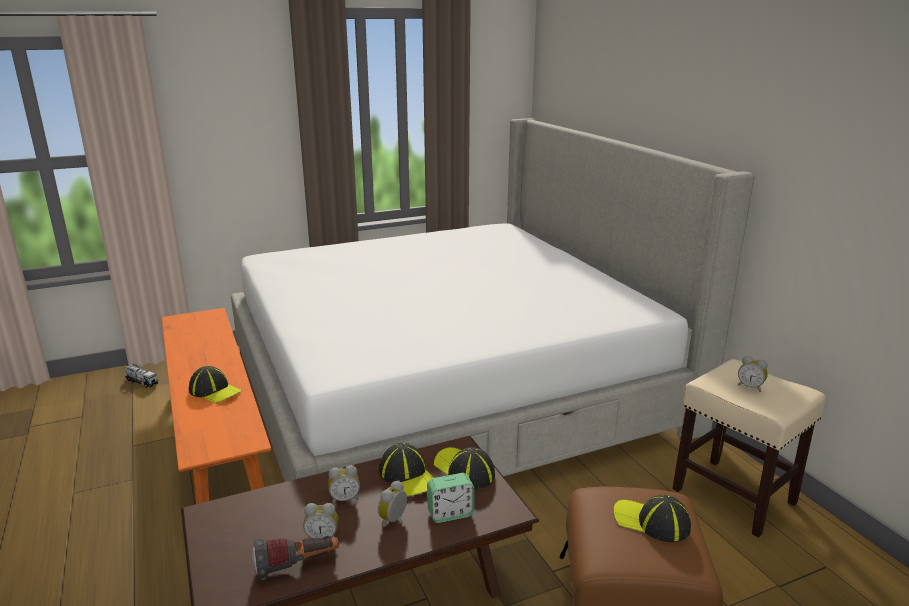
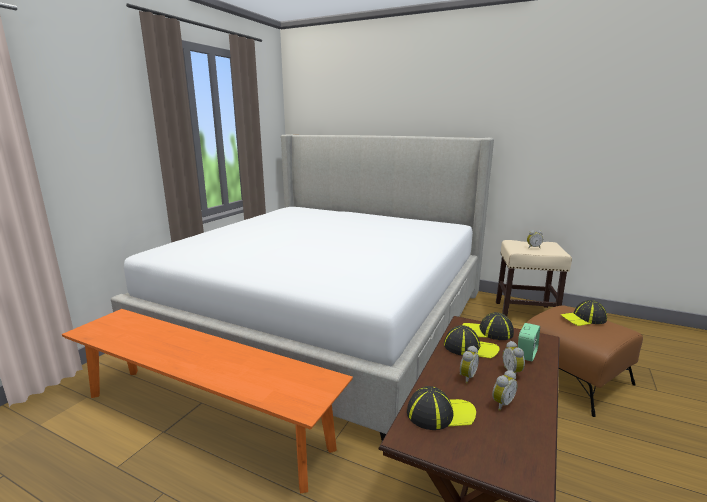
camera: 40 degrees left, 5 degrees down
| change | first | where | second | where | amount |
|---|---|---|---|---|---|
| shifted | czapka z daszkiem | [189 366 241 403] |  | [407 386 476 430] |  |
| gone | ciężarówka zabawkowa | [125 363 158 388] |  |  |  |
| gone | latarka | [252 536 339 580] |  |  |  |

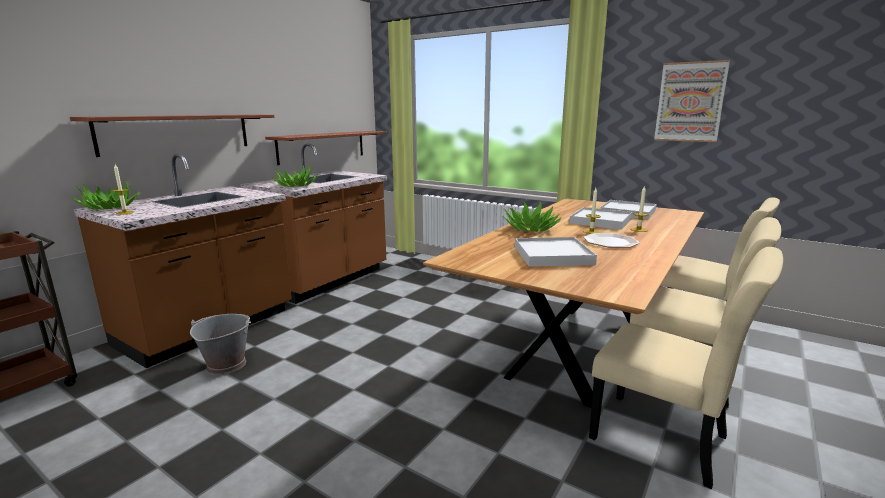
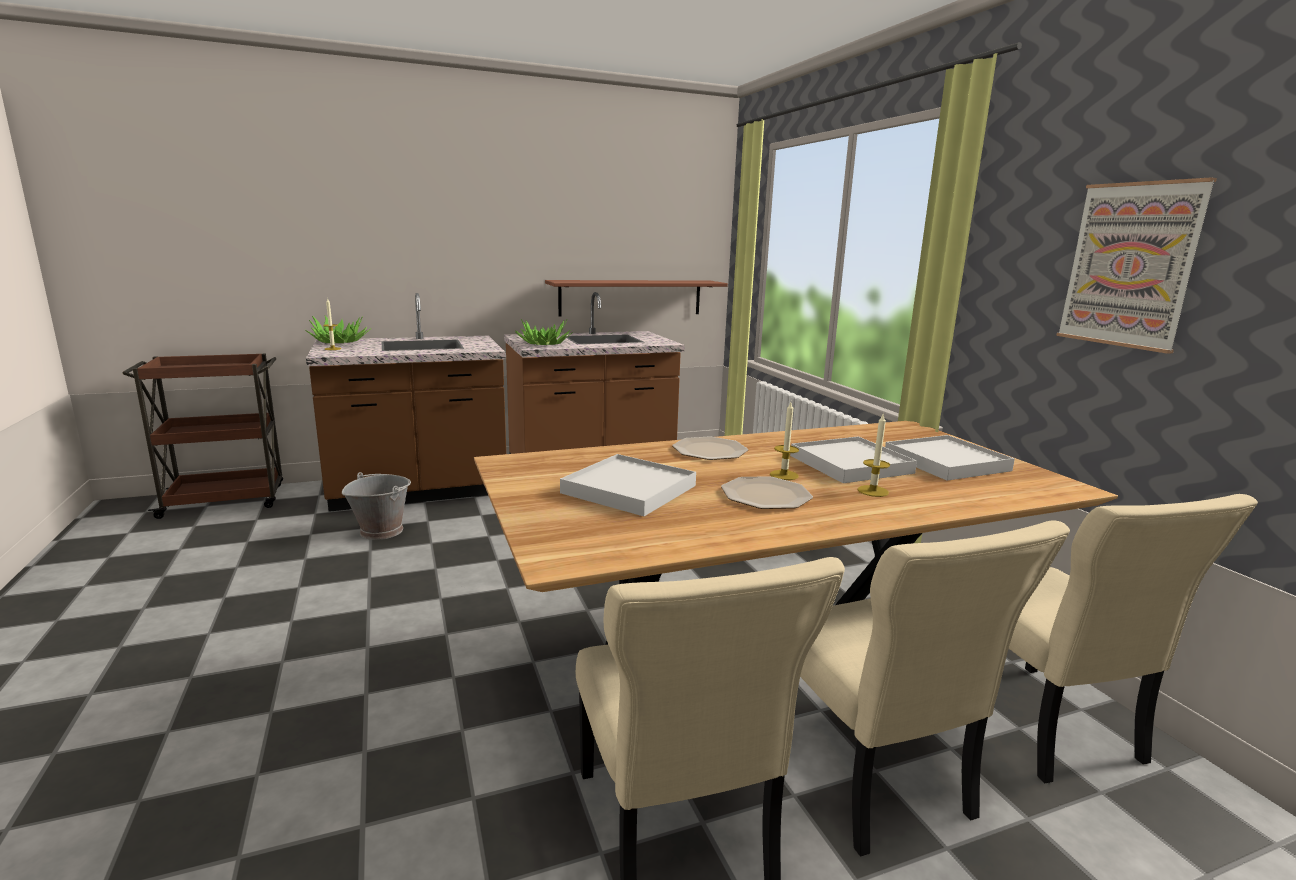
camera: 35 degrees right, 0 degrees up
| change | first | where | second | where | amount |
|---|---|---|---|---|---|
| swapped | roślina doniczkowa | [502 201 562 232] | talerz | [672 437 748 460] |  |
| gone | półka | [70 115 274 157] |  |  |  |

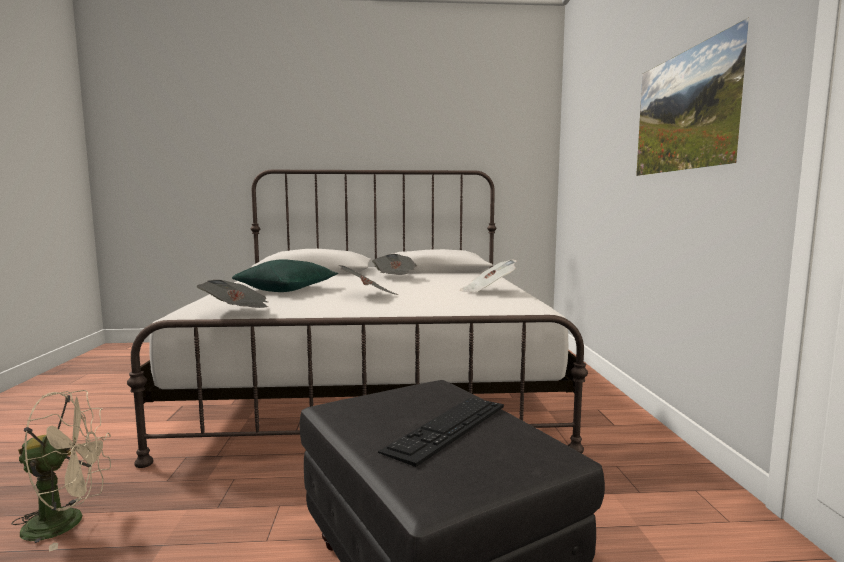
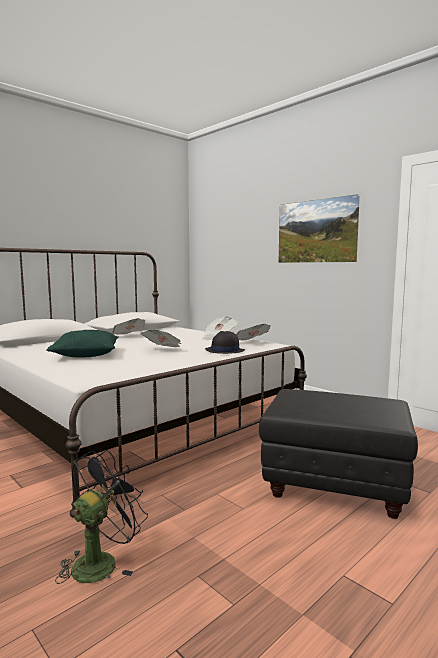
camera: 40 degrees left, 0 degrees up
| change | first | where | second | where | amount |
|---|---|---|---|---|---|
| repainted | wentylator/beżowy | [11 390 111 552] | wentylator/czarny | [55 450 148 584] |  |
| new |  |  | kapelusz/czarny | [205 331 245 354] |  |
| shifted | gazeta | [197 280 269 308] |  | [236 324 271 340] |  |
| gone | klawiatura | [378 398 504 467] |  |  |  |

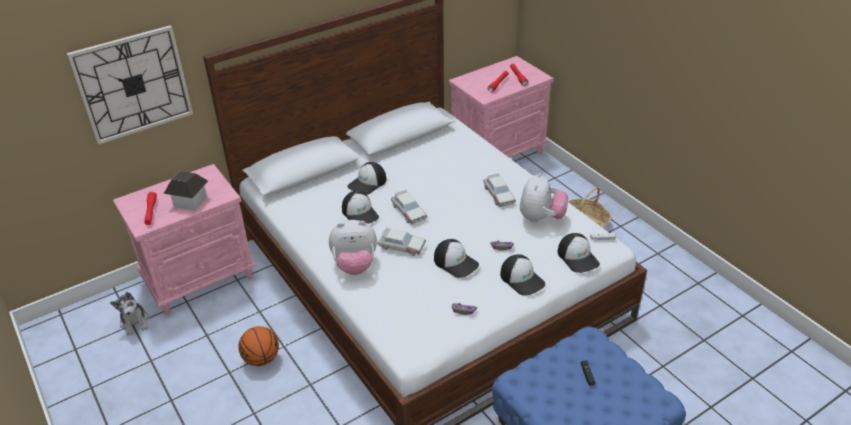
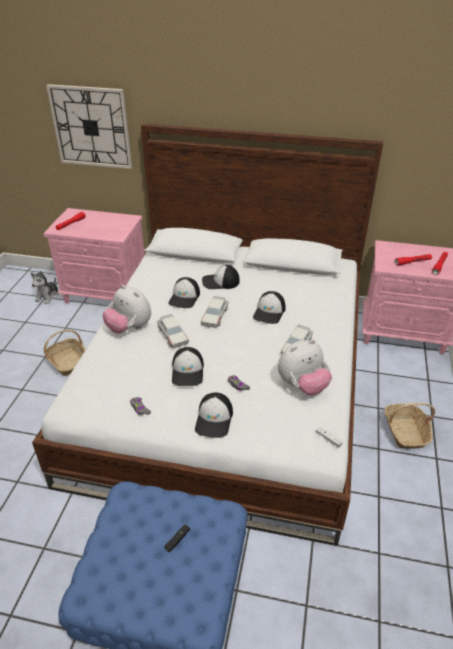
camera: 45 degrees right, 0 degrees up
| change | first | where | second | where | amount |
|---|---|---|---|---|---|
| swapped | piłka do koszykówki | [239 326 279 366] | koszyk | [44 330 86 376] |  |
| shifted | czapka z daszkiem | [558 233 600 273] |  | [253 291 285 324] |  |
| gone | domek | [164 171 208 211] |  |  |  |

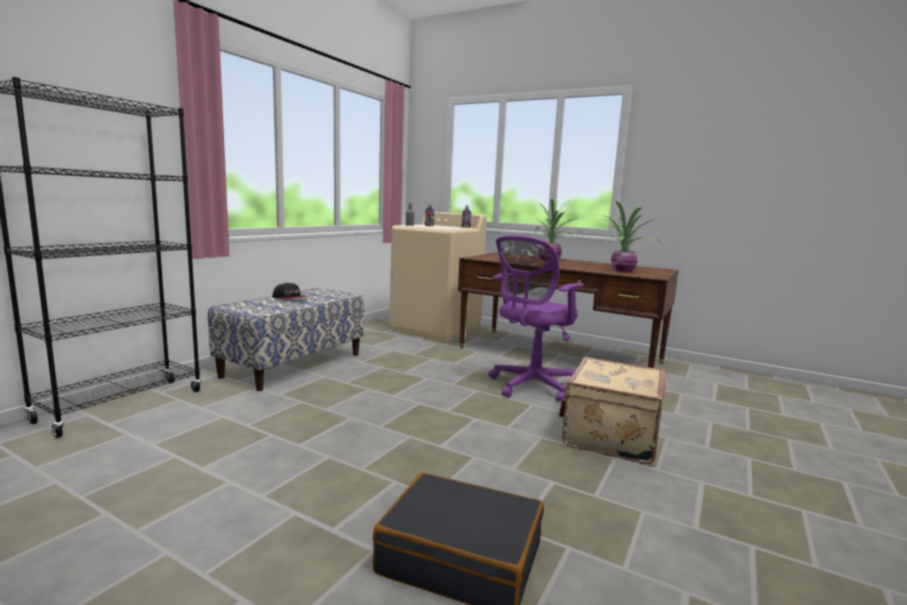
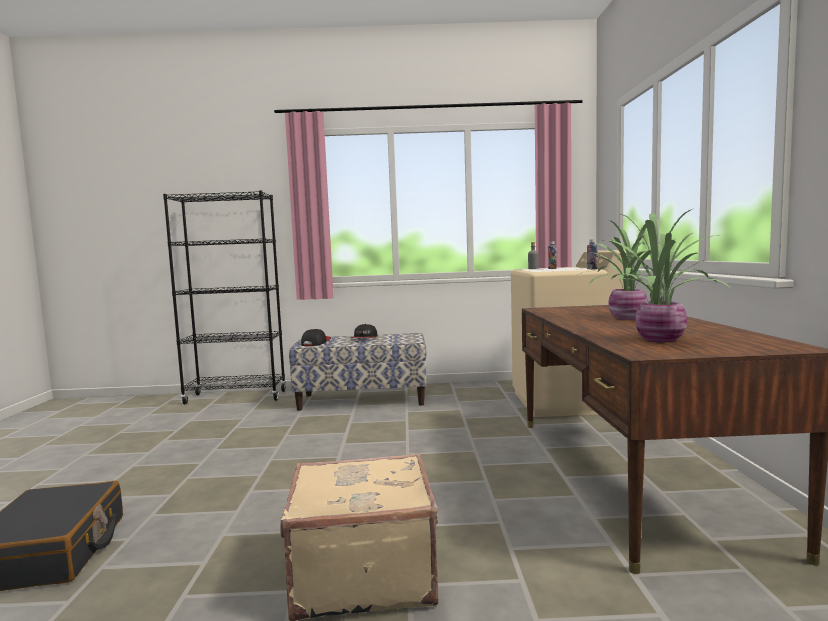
camera: 60 degrees right, 5 degrees down
| change | first | where | second | where | amount |
|---|---|---|---|---|---|
| new |  |  | czapka z daszkiem | [301 329 331 346] |  |
| gone | krzesło biurowe/fioletowy | [488 236 584 402] |  |  |  |

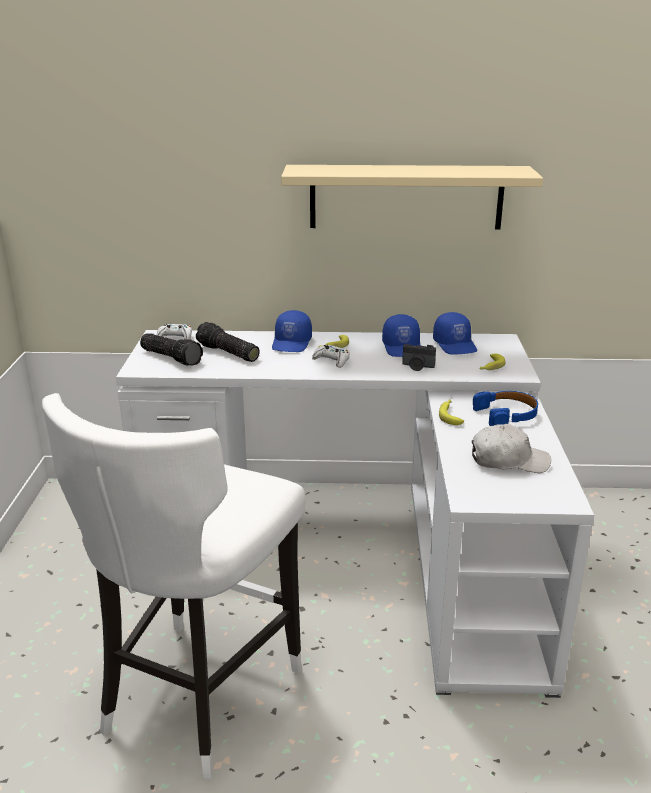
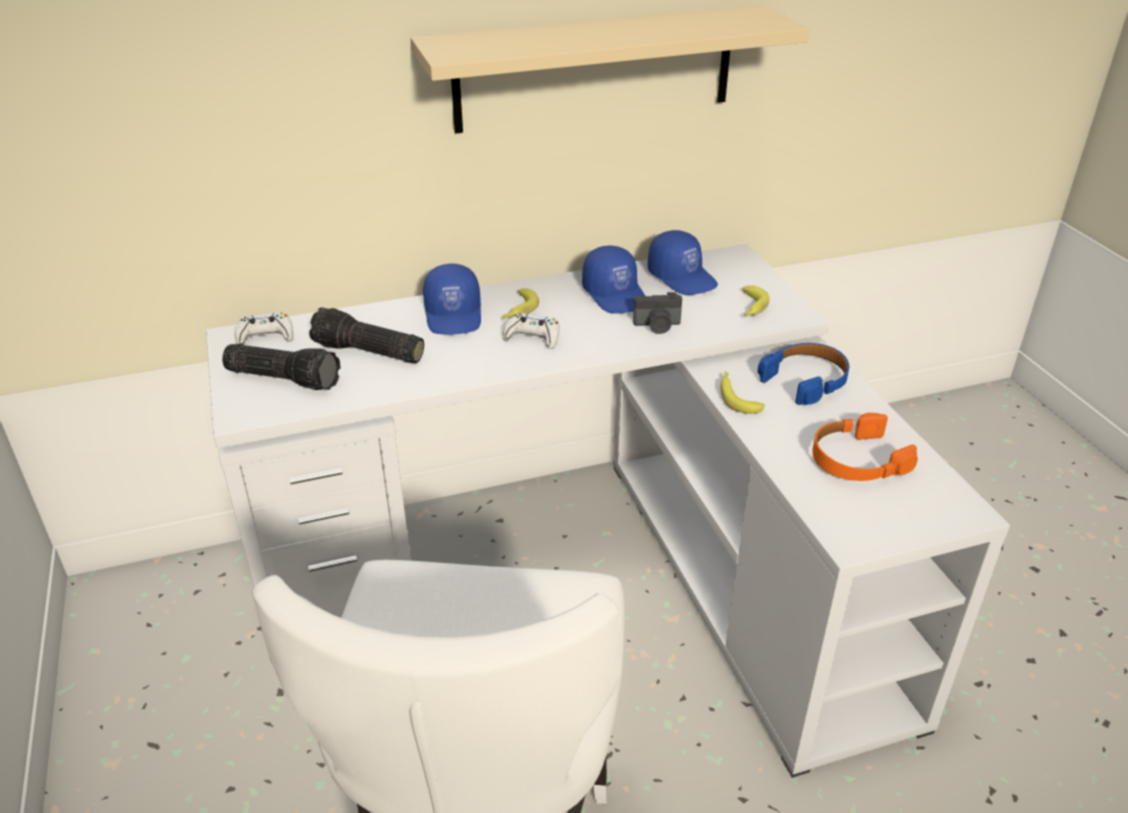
camera: 20 degrees left, 10 degrees up
| change | first | where | second | where | amount |
|---|---|---|---|---|---|
| swapped | czapka z daszkiem/biały | [472 424 551 473] | słuchawki/pomarańczowy | [812 413 918 481] |  |

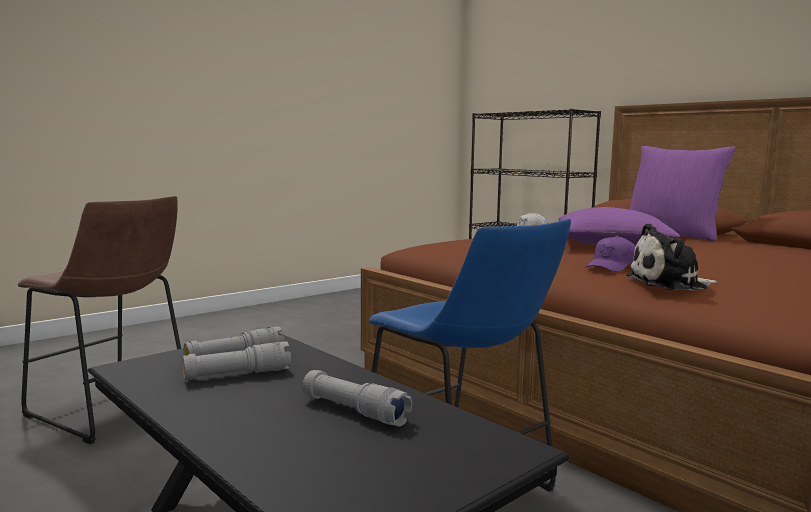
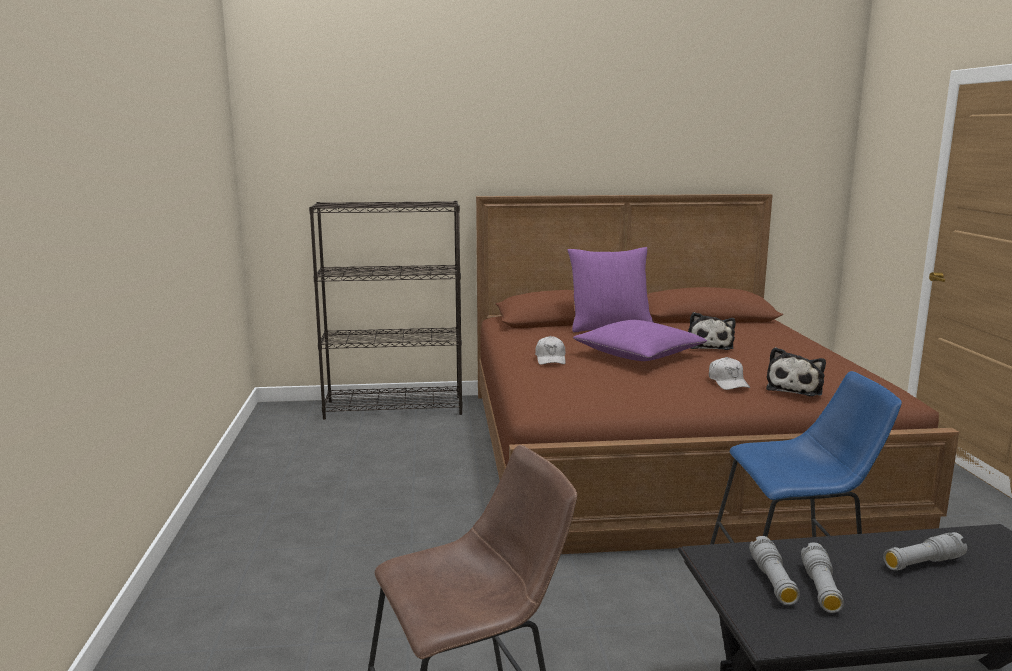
camera: 55 degrees left, 5 degrees up
| change | first | where | second | where | amount |
|---|---|---|---|---|---|
| new |  |  | pluszak | [688 312 736 350] |  |
| repainted | czapka z daszkiem/fioletowy | [585 236 635 272] | czapka z daszkiem/biały | [709 357 750 390] |  |

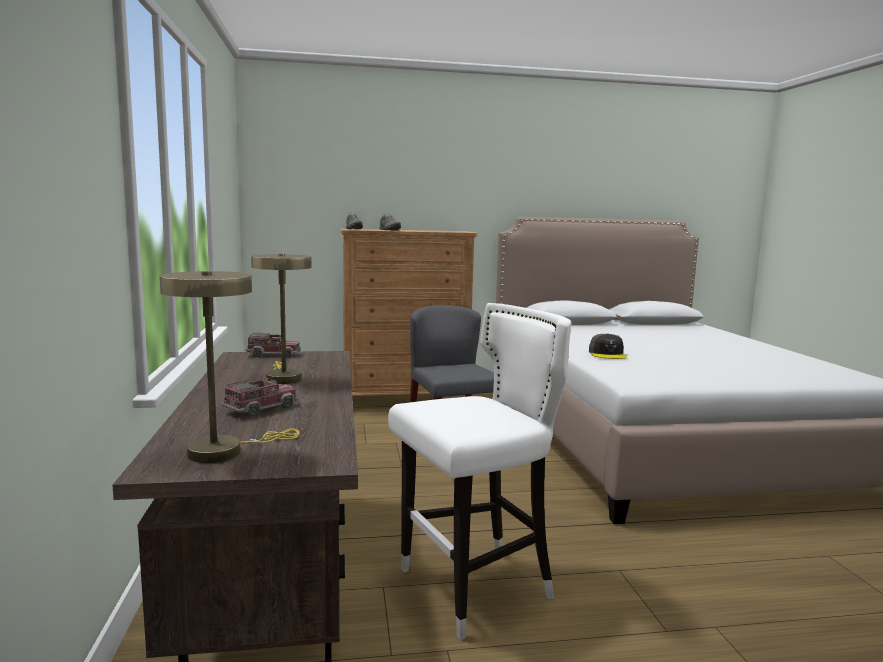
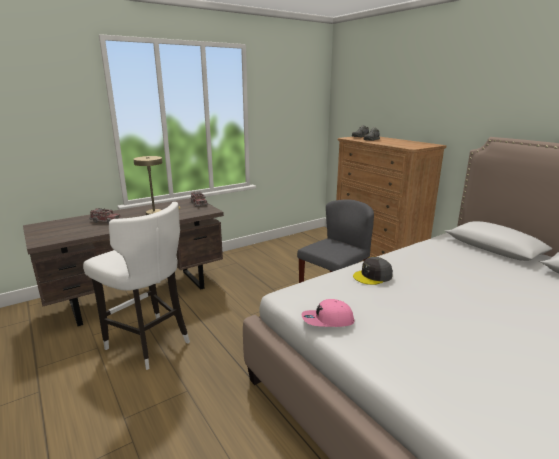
camera: 65 degrees right, 10 degrees up
| change | first | where | second | where | amount |
|---|---|---|---|---|---|
| new |  |  | czapka z daszkiem/różowy | [302 299 354 327] |  |
| gone | lampa stołowa/beżowy | [160 271 299 463] |  |  |  |

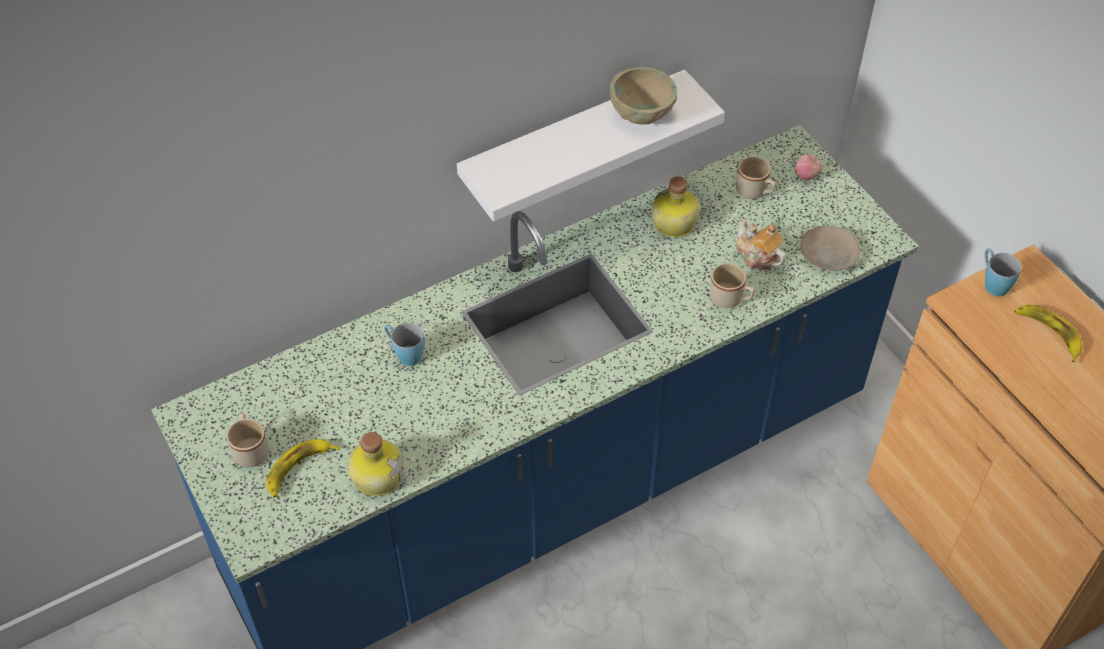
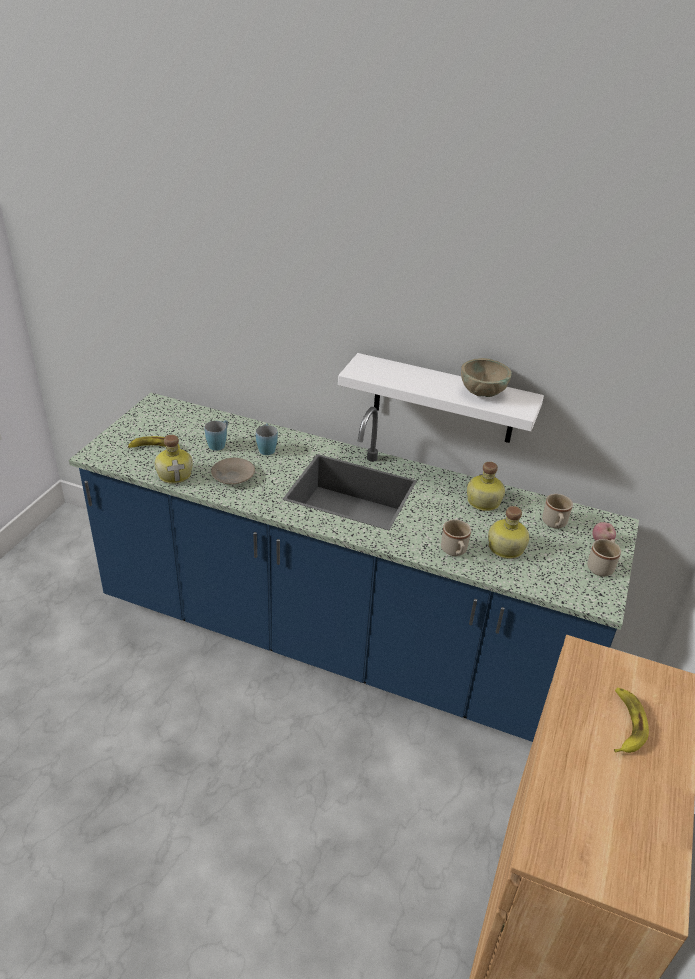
camera: 50 degrees right, 15 degrees down
| change | first | where | second | where | amount |
|---|---|---|---|---|---|
| shifted | kubek/niebieski | [984 248 1021 296] |  | [205 420 228 451] |  |
| shifted | talerz/beżowy | [800 226 860 271] |  | [211 458 255 484] |  |
| swapped | imbryk | [736 218 786 270] | butelka | [488 506 529 559] |  |
| shifted | kubek/beżowy | [227 413 269 467] |  | [587 539 621 576] |  |

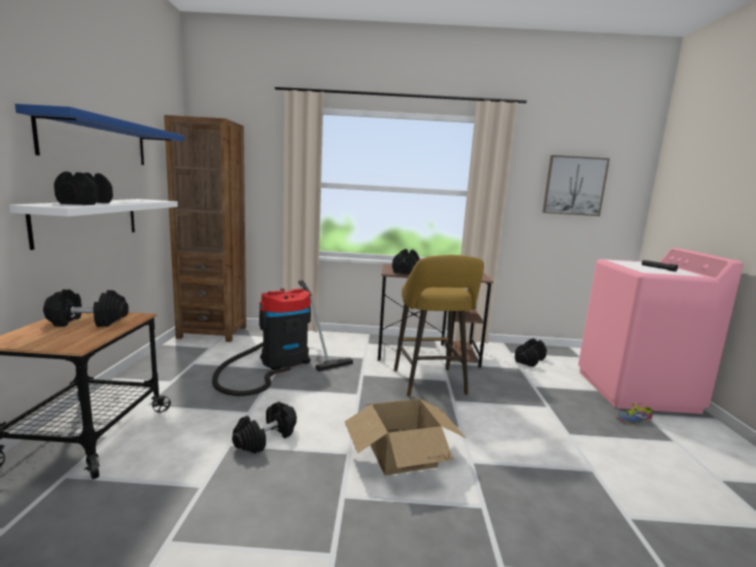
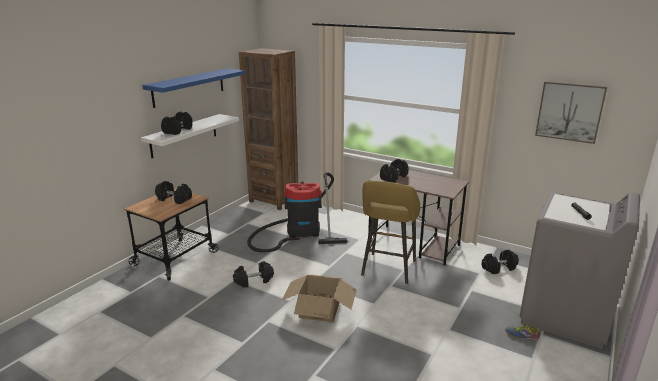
camera: 30 degrees right, 10 degrees up
| change | first | where | second | where | amount |
|---|---|---|---|---|---|
| repainted | pralka/różowy | [578 248 743 414] | pralka/szary | [519 192 640 349] |  |

